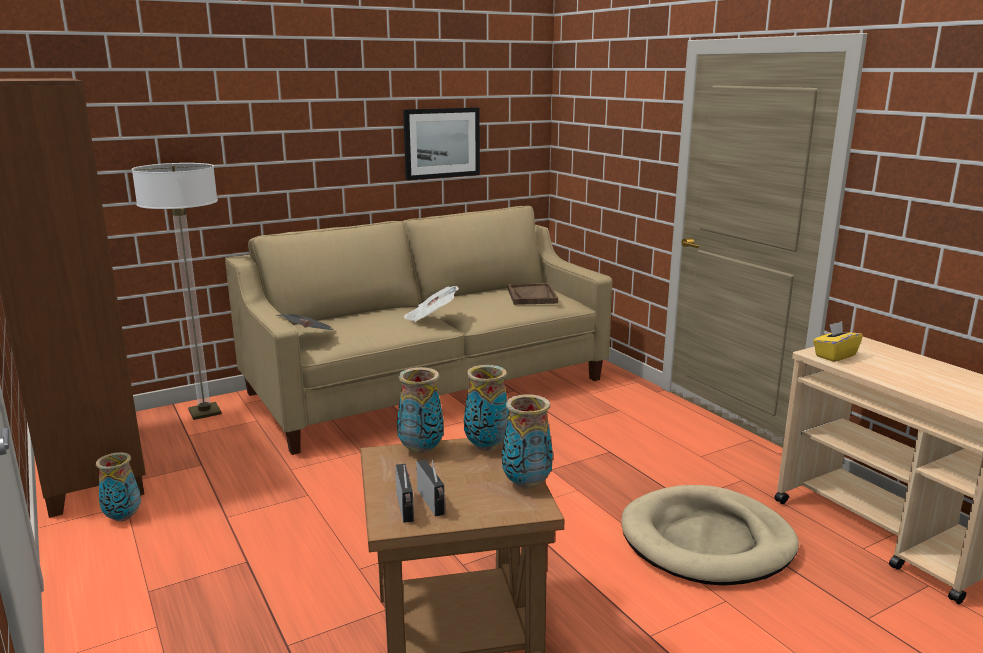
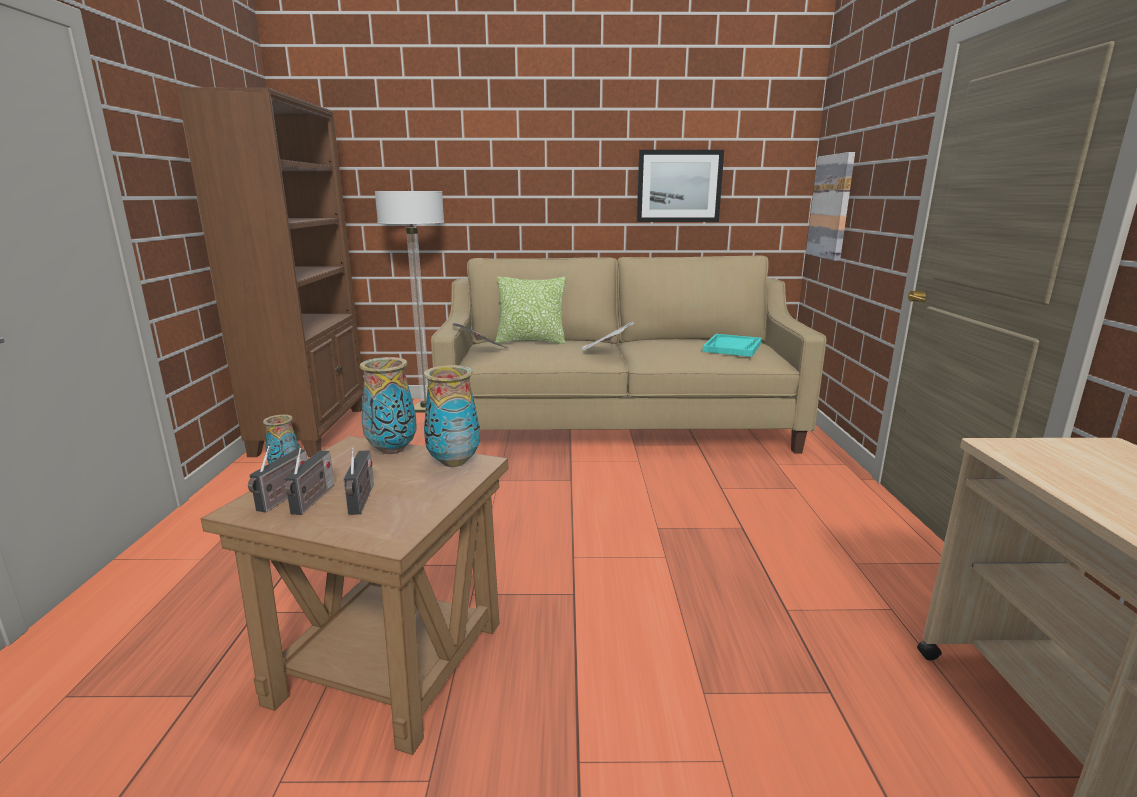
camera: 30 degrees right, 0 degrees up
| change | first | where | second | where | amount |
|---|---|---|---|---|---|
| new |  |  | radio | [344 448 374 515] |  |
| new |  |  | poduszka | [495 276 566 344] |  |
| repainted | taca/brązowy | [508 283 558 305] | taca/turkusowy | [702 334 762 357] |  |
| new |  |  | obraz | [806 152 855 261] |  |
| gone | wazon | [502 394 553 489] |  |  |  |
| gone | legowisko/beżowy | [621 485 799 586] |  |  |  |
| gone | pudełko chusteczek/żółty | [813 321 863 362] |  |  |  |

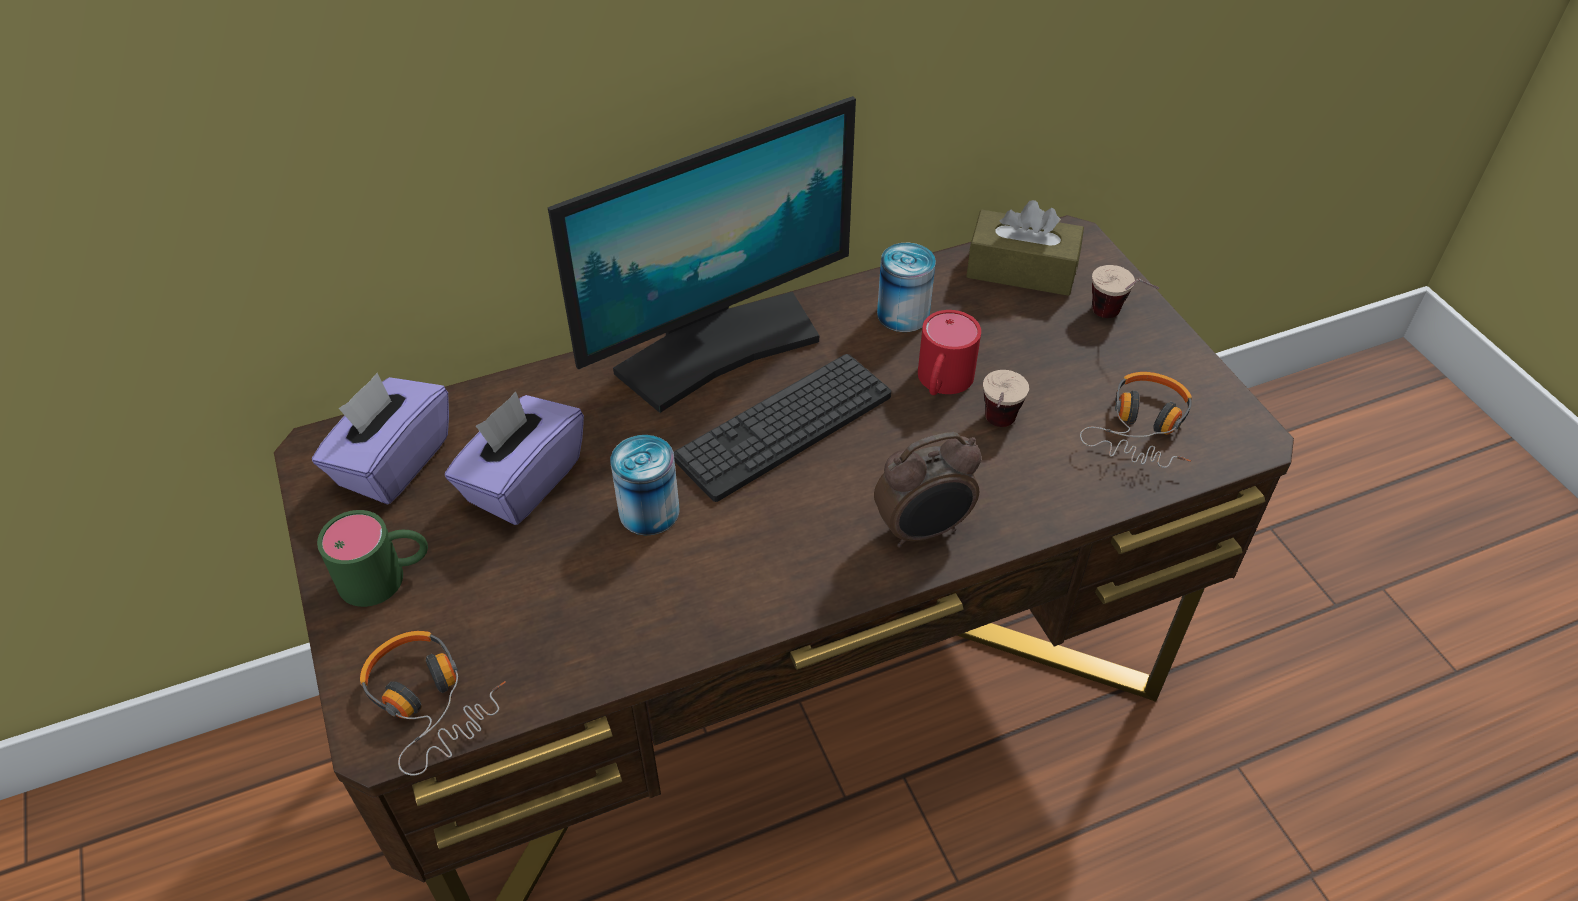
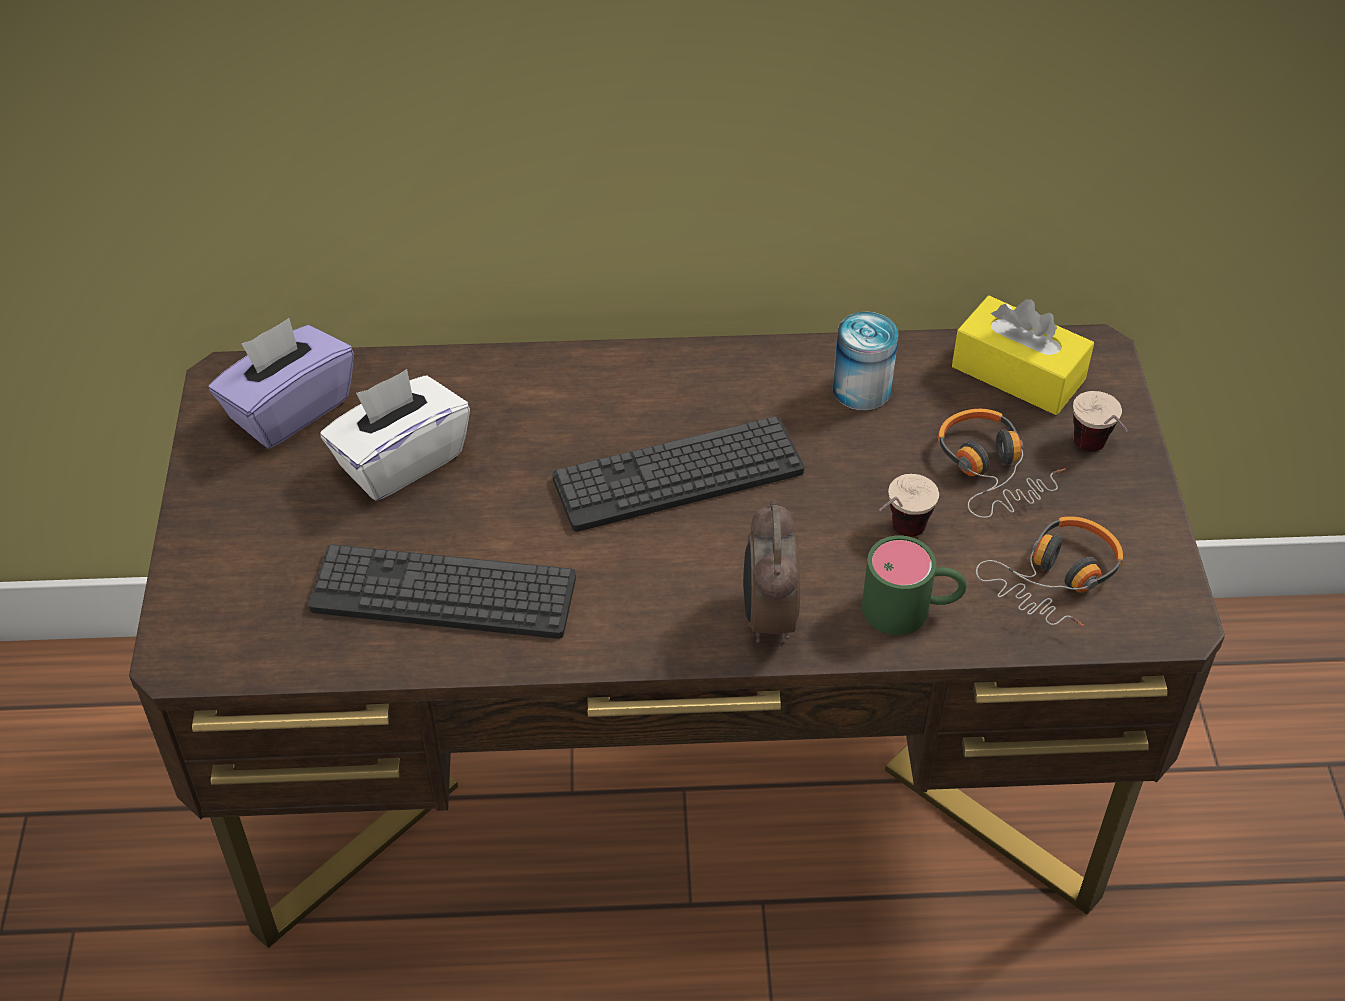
camera: 20 degrees right, 0 degrees up
| change | first | where | second | where | amount |
|---|---|---|---|---|---|
| new |  |  | klawiatura | [308 545 576 639] |  |
| repainted | pudełko chusteczek/fioletowy | [445 392 584 525] | pudełko chusteczek/biały | [320 369 470 501] |  |
| rotated | budzik | [874 432 981 548] |  | [743 500 800 643] | 90 degrees clockwise |
| shifted | kubek/zielony | [317 510 428 607] |  | [862 535 967 635] |  |
| shifted | słuchawki | [360 631 506 776] |  | [938 409 1065 518] |  |
| repainted | pudełko chusteczek/brązowy | [966 200 1084 296] | pudełko chusteczek/żółty | [952 296 1094 415] |  |
| gone | monitor | [548 96 856 413] |  |  |  |
| gone | puszka | [610 435 680 535] |  |  |  |
| gone | kubek/czerwony | [918 310 981 395] |  |  |  |

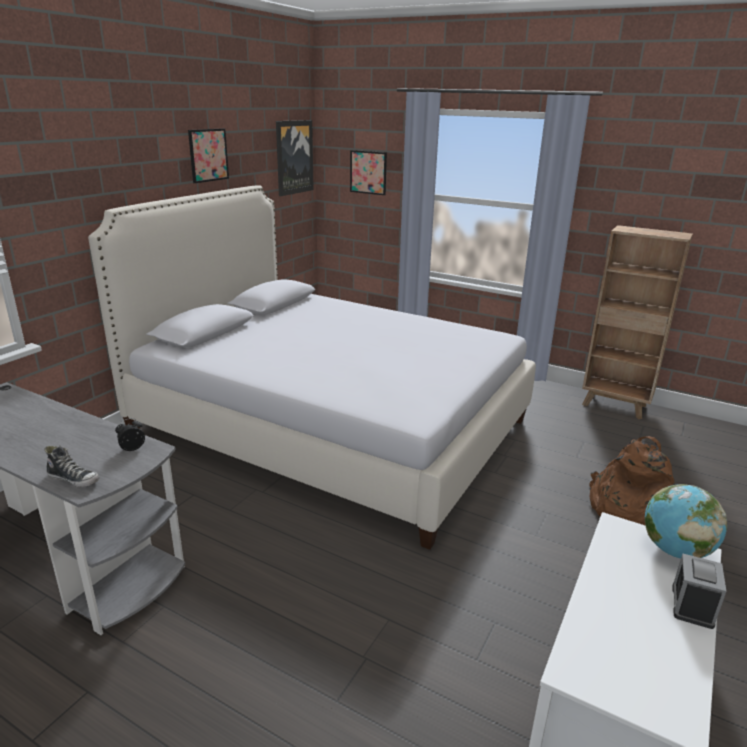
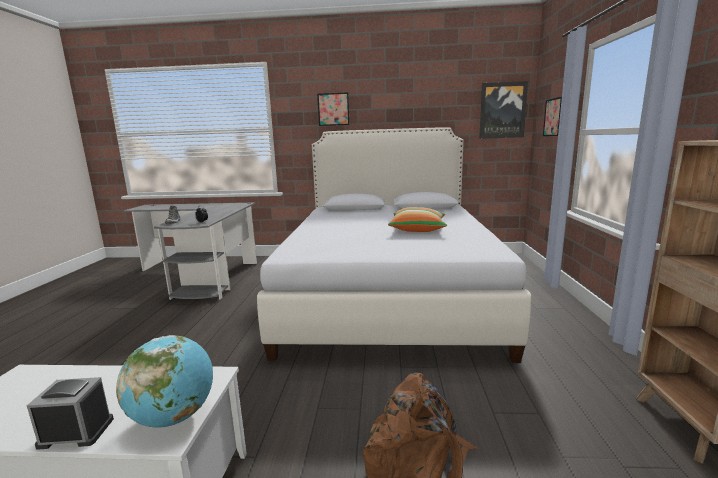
camera: 65 degrees right, 10 degrees down
| change | first | where | second | where | amount |
|---|---|---|---|---|---|
| shifted | obraz | [188 128 229 183] |  | [317 92 350 126] |  |
| new |  |  | poduszka | [388 207 447 232] |  |

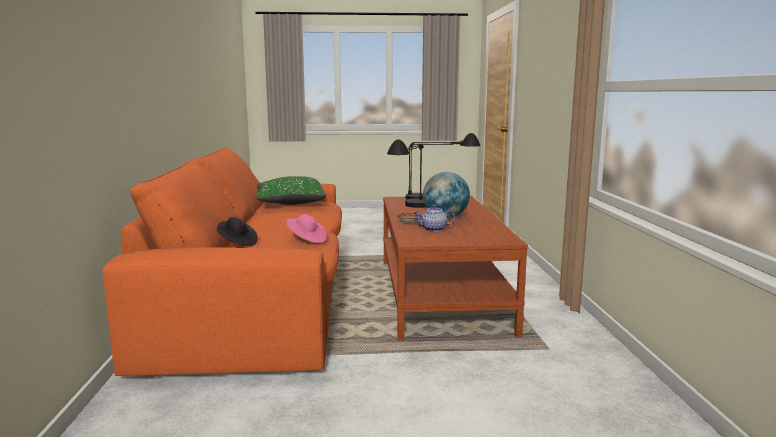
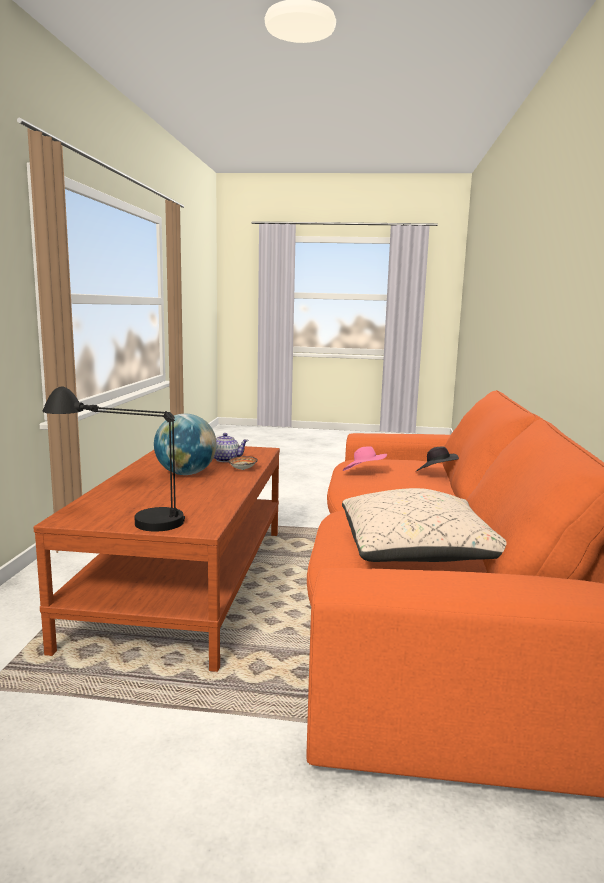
camera: 170 degrees left, 0 degrees up
| change | first | where | second | where | amount |
|---|---|---|---|---|---|
| repainted | poduszka/zielony | [256 176 326 205] | poduszka/beżowy | [342 488 507 562] |  |
| gone | lampa stołowa/czarny | [387 139 426 208] |  |  |  |

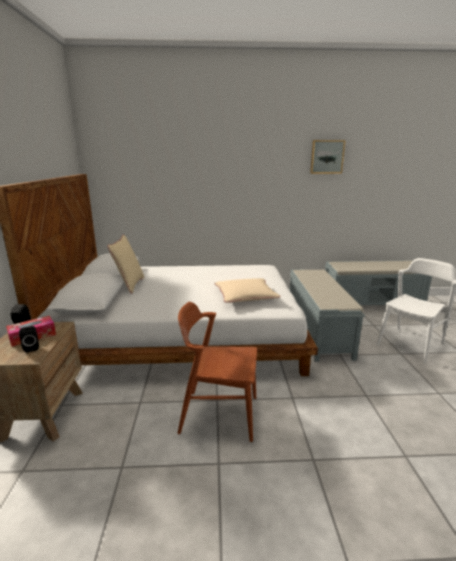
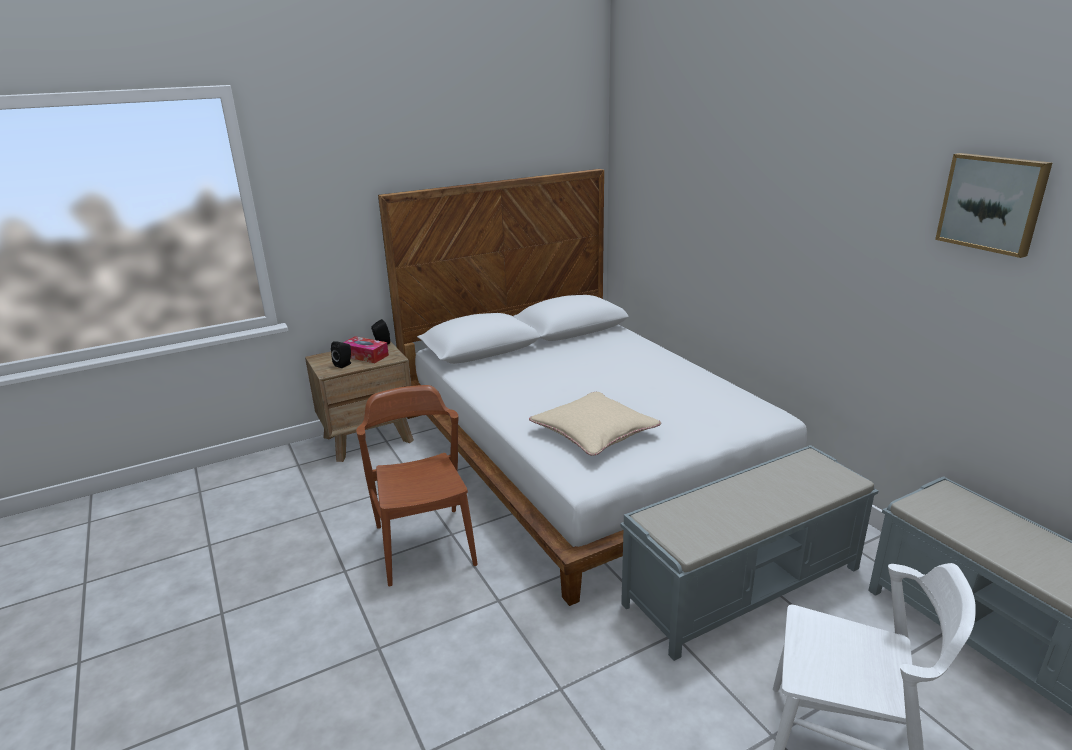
camera: 65 degrees right, 5 degrees up
| change | first | where | second | where | amount |
|---|---|---|---|---|---|
| gone | poduszka/beżowy | [108 234 144 294] |  |  |  |

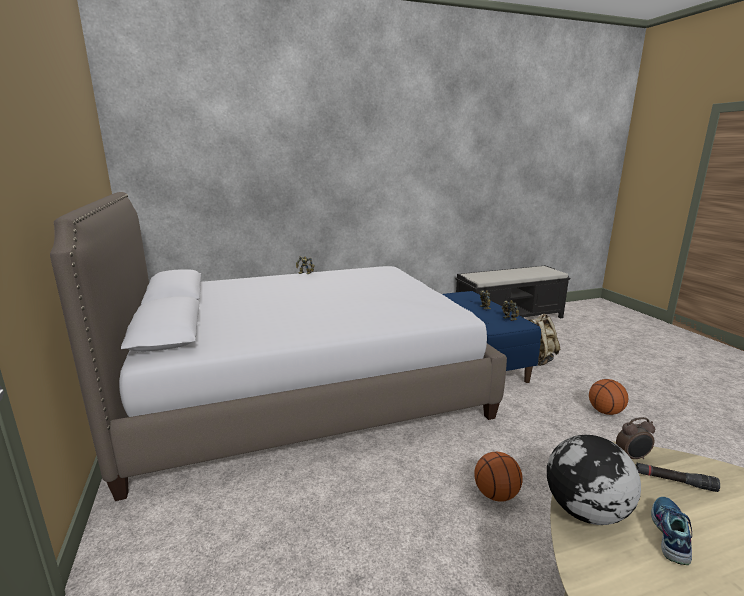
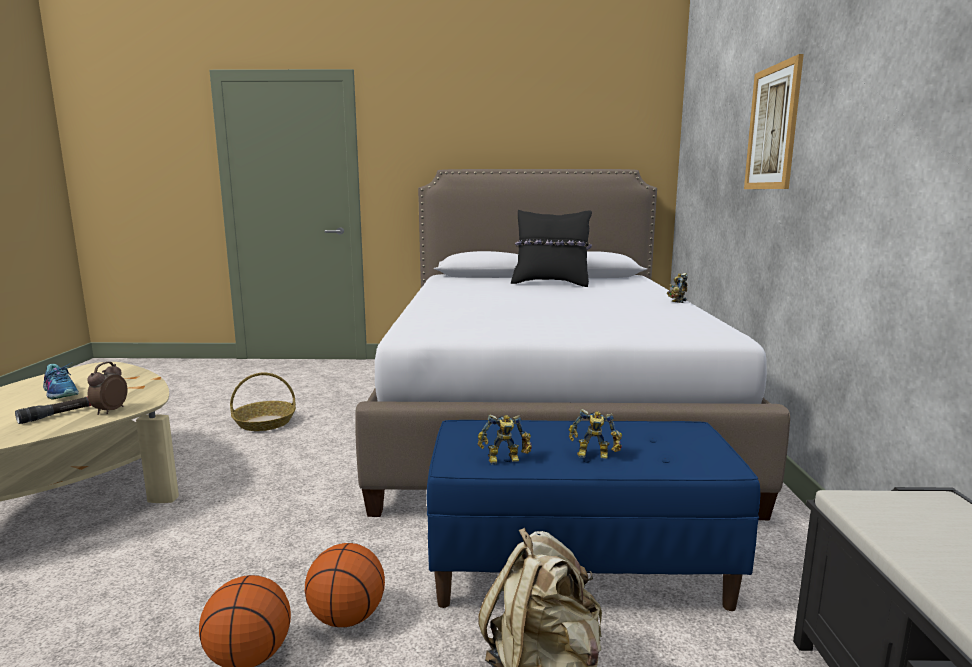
camera: 110 degrees right, 5 degrees down
| change | first | where | second | where | amount |
|---|---|---|---|---|---|
| new |  |  | koszyk | [230 373 296 431] |  |
| shifted | piłka do koszykówki | [474 452 523 502] |  | [305 543 385 627] |  |
| new |  |  | poduszka/czarny | [511 210 592 287] |  |
| new |  |  | obraz | [744 54 804 189] |  |
| gone | globus | [547 435 641 525] |  |  |  |

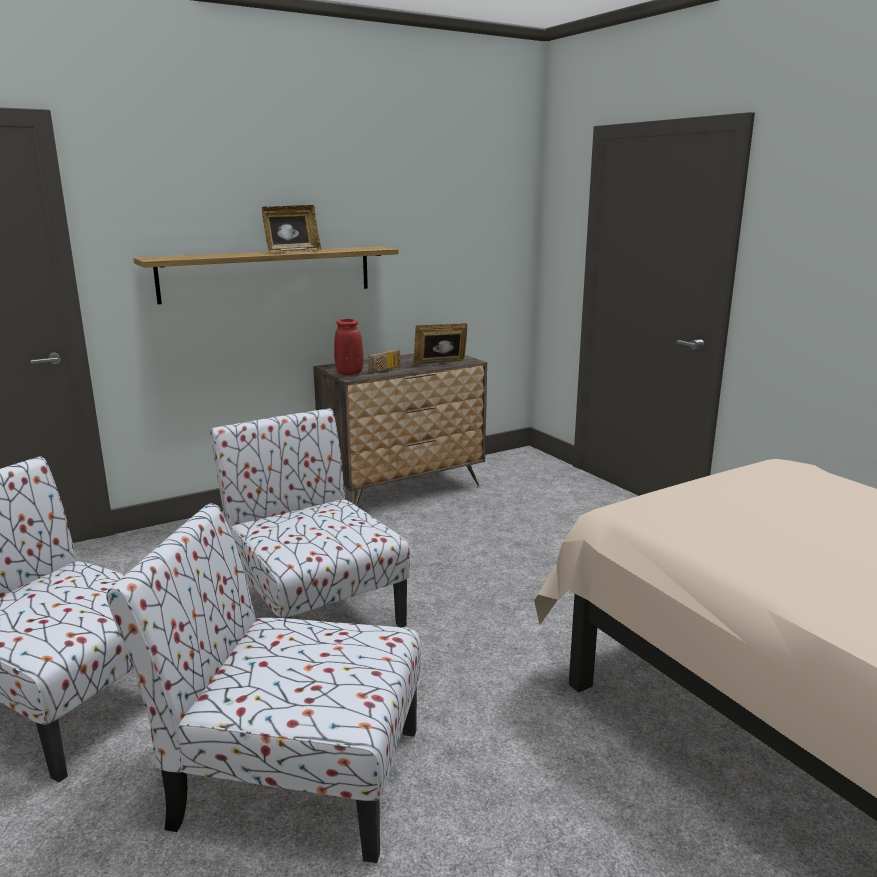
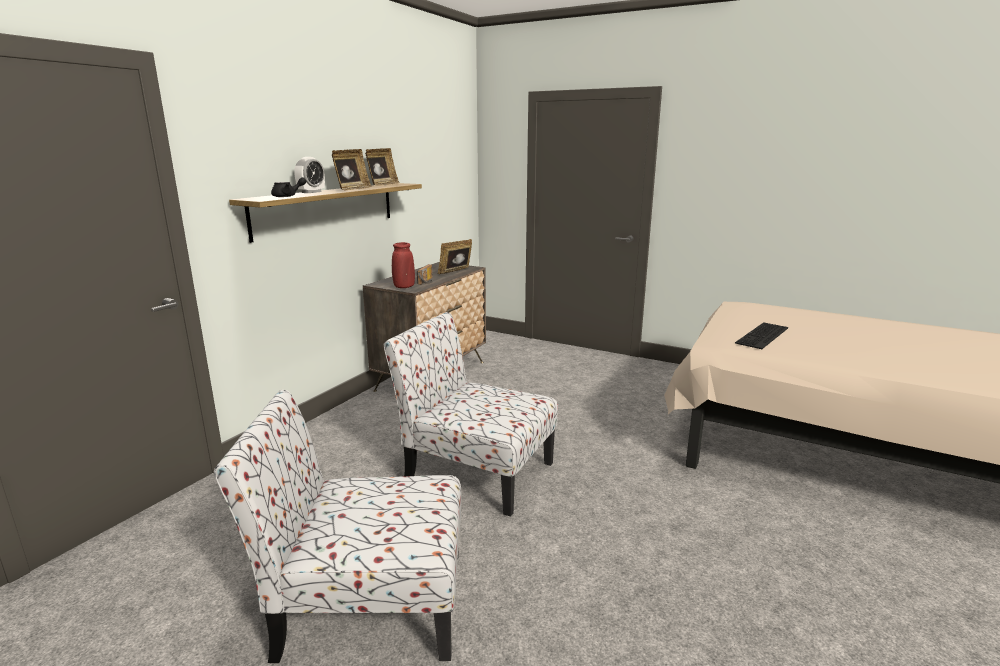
camera: 30 degrees left, 0 degrees up
| change | first | where | second | where | amount |
|---|---|---|---|---|---|
| new |  |  | imbryk/czarny | [271 177 306 197] |  |
| new |  |  | budzik | [294 157 325 193] |  |
| new |  |  | ramka na zdjęcie | [365 148 399 186] |  |
| new |  |  | klawiatura | [735 322 788 349] |  |
| gone | krzesło | [106 503 421 863] |  |  |  |

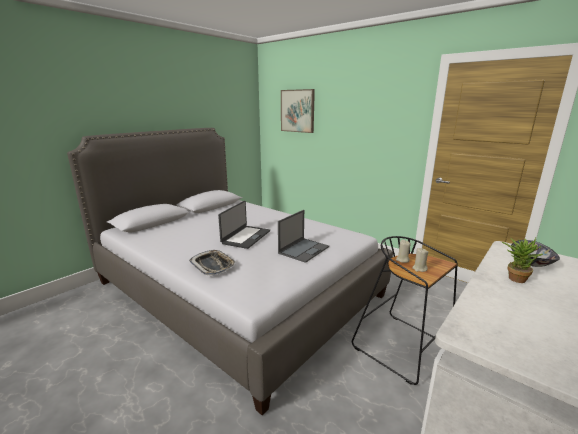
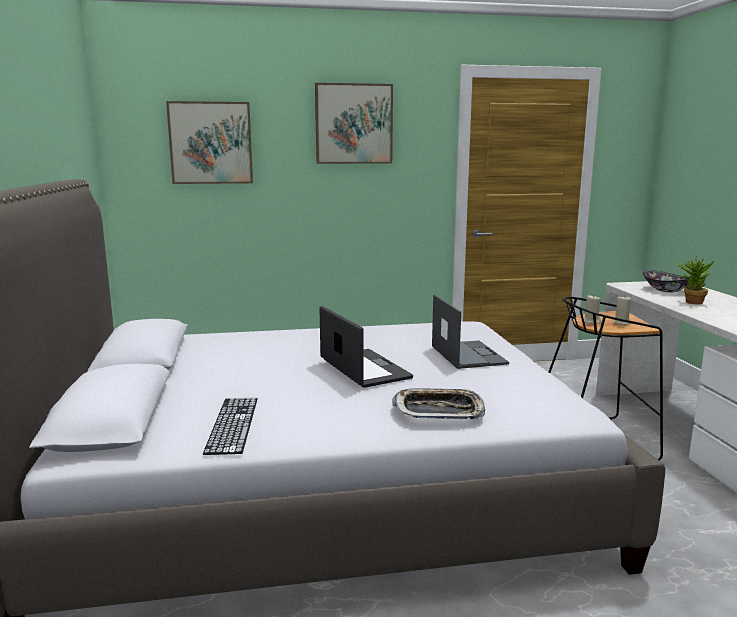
camera: 50 degrees left, 5 degrees down
| change | first | where | second | where | amount |
|---|---|---|---|---|---|
| new |  |  | klawiatura | [203 397 257 455] |  |
| new |  |  | obraz | [315 83 393 164] |  |

